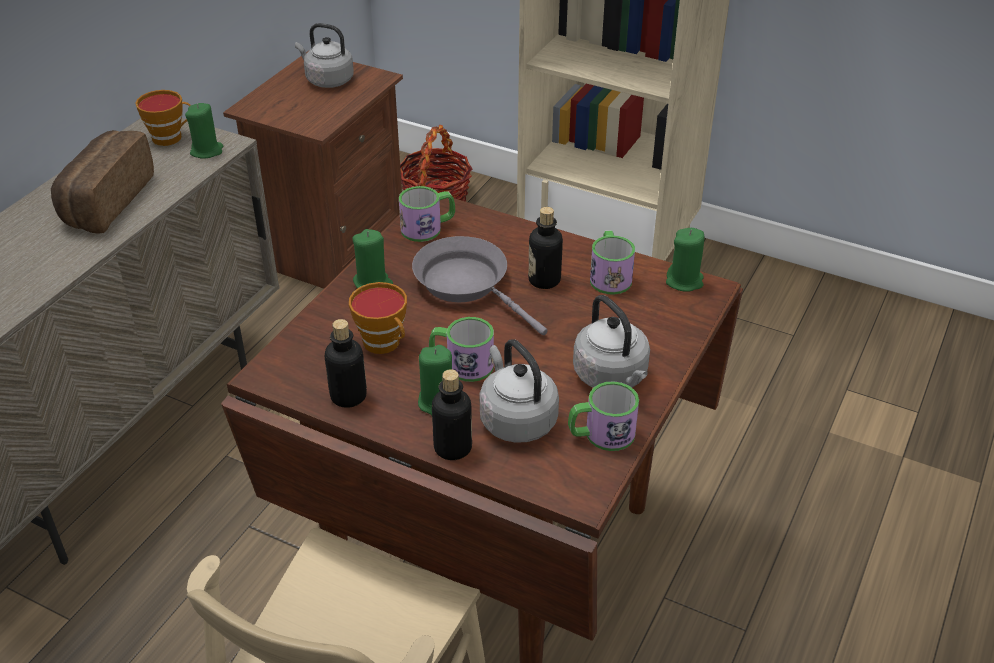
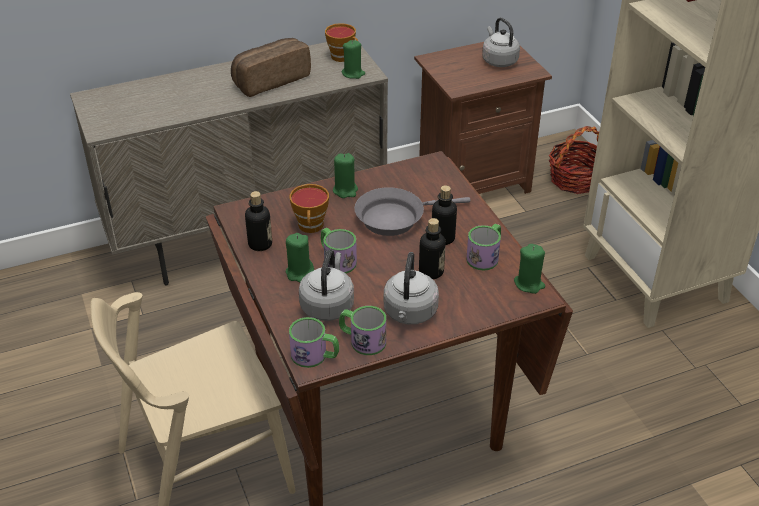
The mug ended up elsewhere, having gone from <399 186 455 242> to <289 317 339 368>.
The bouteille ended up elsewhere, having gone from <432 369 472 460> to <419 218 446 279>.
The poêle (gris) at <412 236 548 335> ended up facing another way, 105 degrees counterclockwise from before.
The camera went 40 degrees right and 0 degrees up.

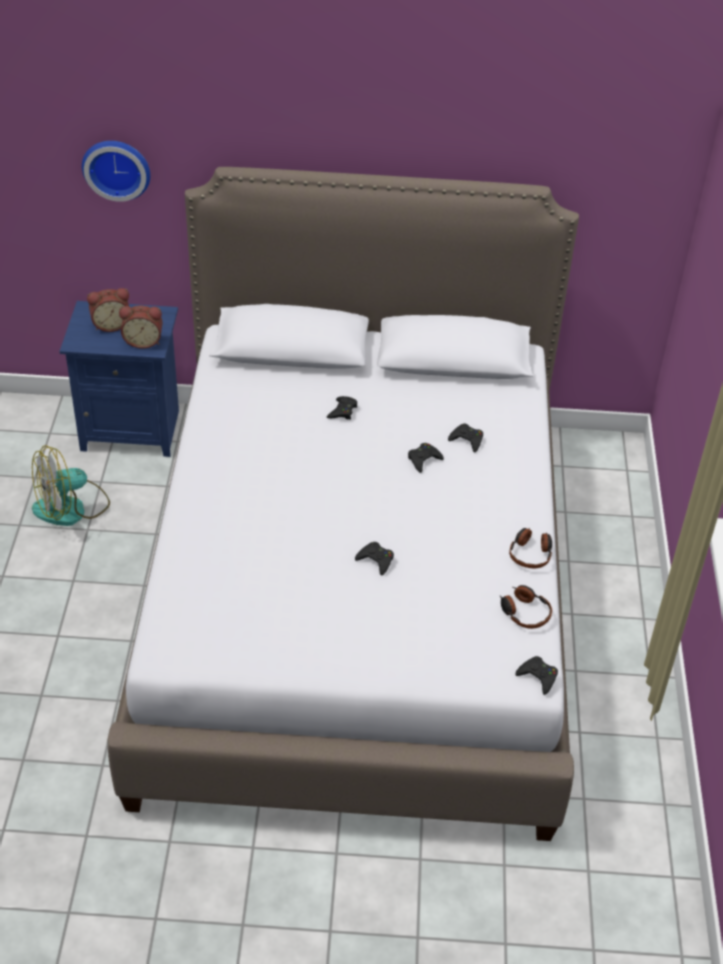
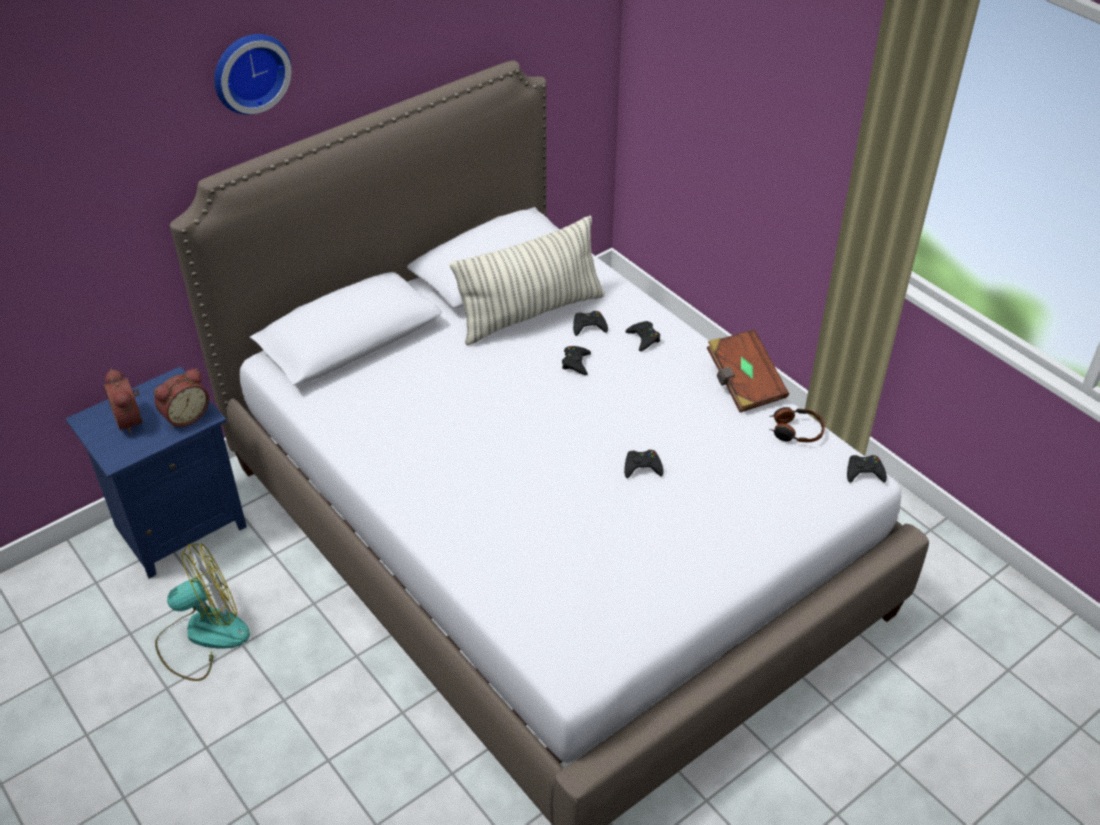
The second view gained the coussin at <450 215 605 345>.
The horloge murale ended up elsewhere, having gone from <82 141 150 202> to <214 34 291 115>.
The manette (noir) ended up elsewhere, having gone from <327 396 357 420> to <625 321 660 351>.
Where the casque audio stood at <509 528 552 568>, the livre (marron) came to stand at <707 329 789 412>.
The ventilateur at <32 445 110 526> ended up facing another way, 135 degrees counterclockwise from before.
The réveil at <87 288 129 332> ended up facing another way, 120 degrees clockwise from before.
The camera went 40 degrees left and 0 degrees up.

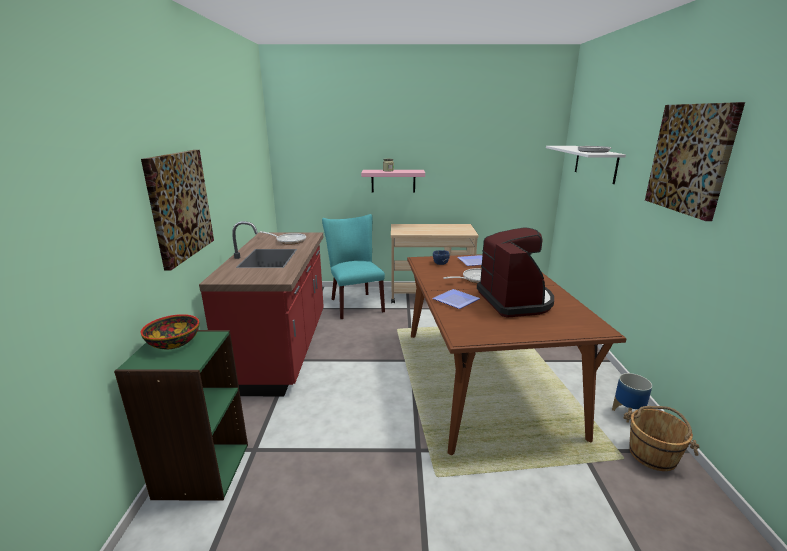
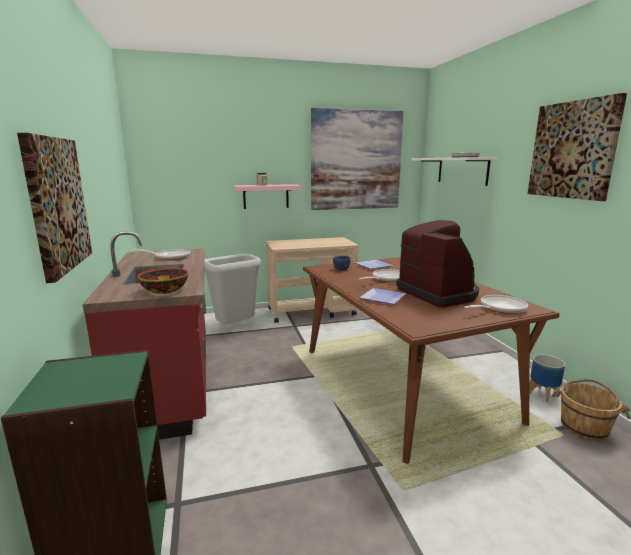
The second view gained the tableau at <311 108 403 210>.
The second view gained the poêle at <464 295 528 314>.
The bol ended up elsewhere, having gone from <140 314 199 349> to <138 268 188 294>.
Where the chaise (turquoise) stood at <322 214 385 319>, the poubelle (gris) came to stand at <204 254 261 324>.
The camera went 15 degrees left and 5 degrees down.

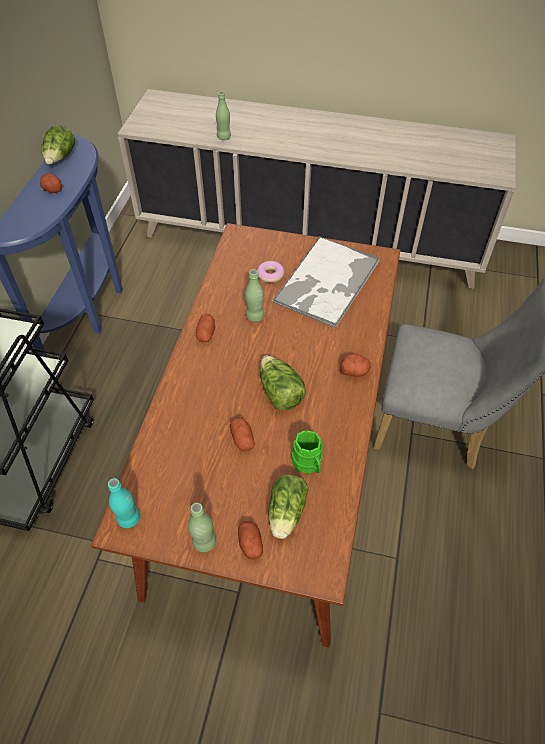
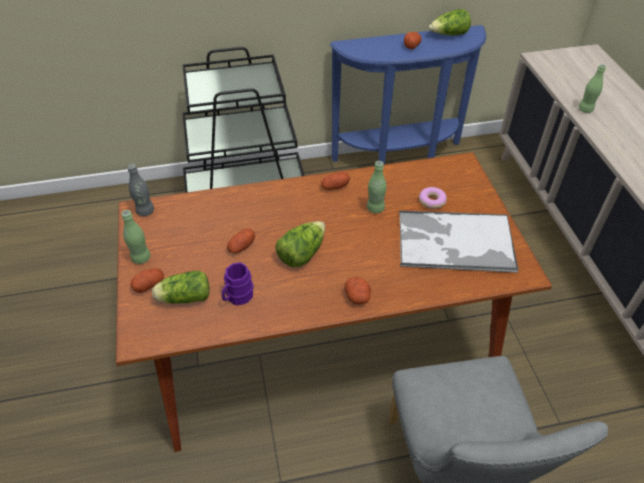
What was the bouteille (turquoise) at <108 478 140 528> turned into the bouteille (gris) at <127 164 154 216>.
What was the mug (vert) at <292 430 323 474> turned into the mug (violet) at <222 262 254 305>.
The camera went 65 degrees right and 5 degrees down.

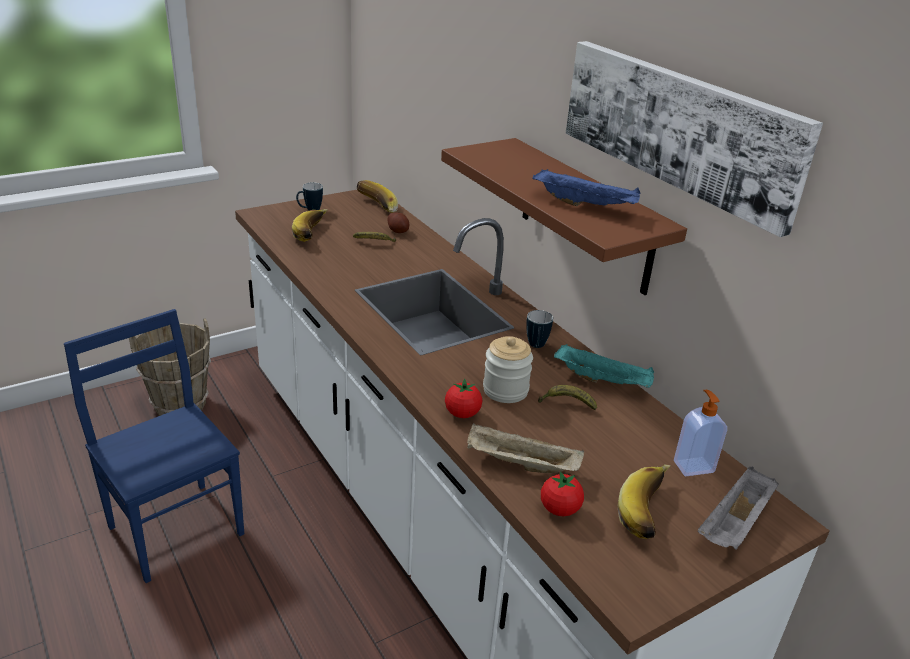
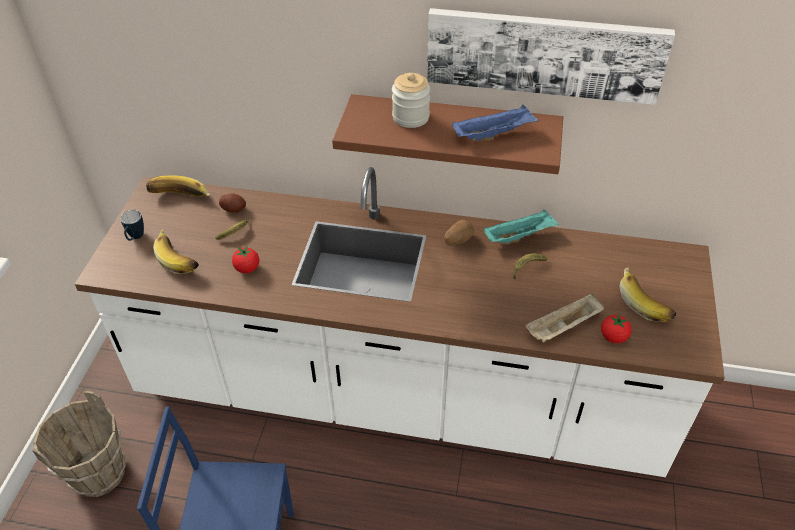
The second view lost the distributeur de savon at <674 390 727 476>.
The second view lost the plateau (gris) at <698 467 779 550>.
The tomate ended up elsewhere, having gone from <445 379 482 418> to <232 246 259 273>.
The bocal ended up elsewhere, having gone from <483 336 533 403> to <392 73 430 128>.
Where the mug stood at <526 310 553 348>, the pomme de terre came to stand at <444 220 474 246>.
The camera went 45 degrees left and 15 degrees up.

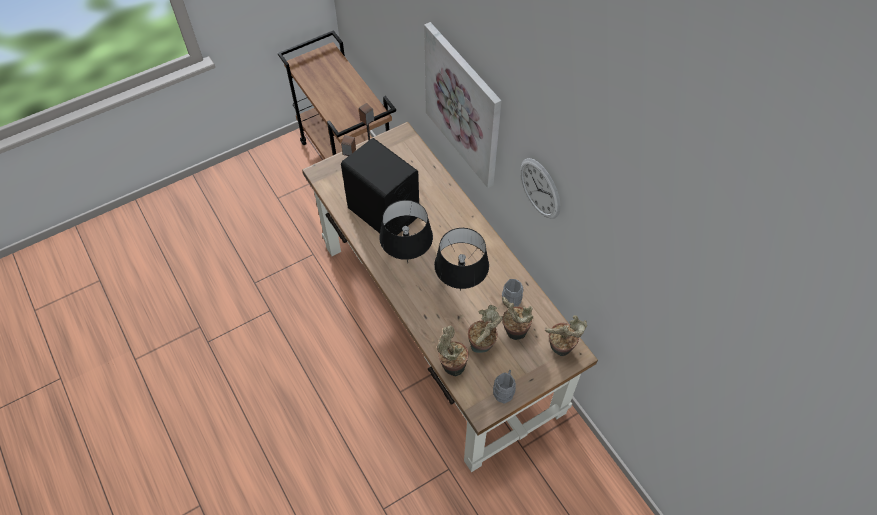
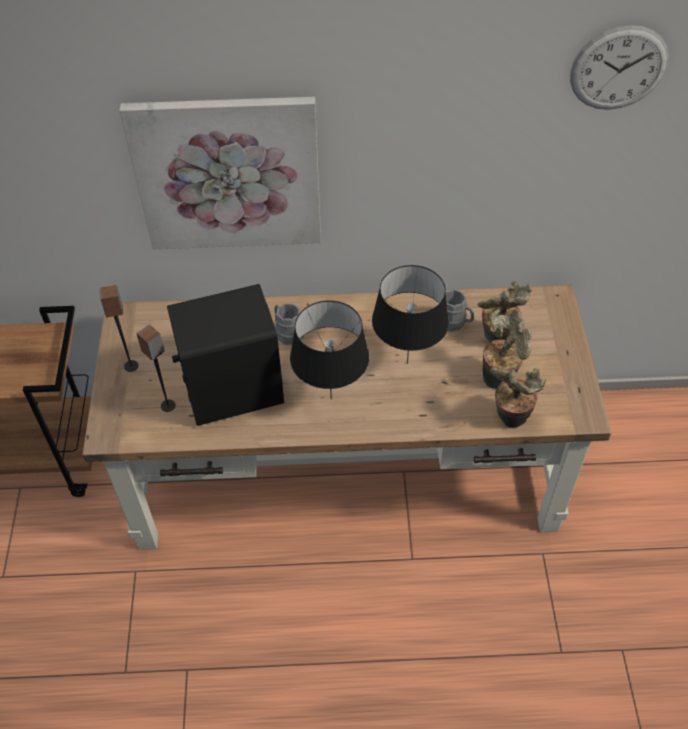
The second view lost the plante en pot at <545 315 587 356>.
The mug (gris) ended up elsewhere, having gone from <493 370 516 403> to <274 303 303 345>.
The horloge murale ended up elsewhere, having gone from <520 158 561 219> to <570 25 669 110>.
The camera went 60 degrees left and 5 degrees down.

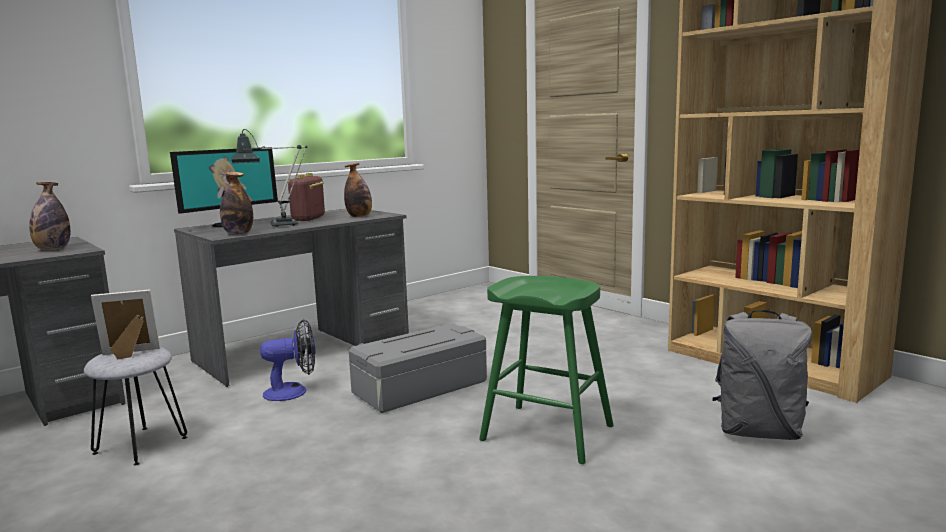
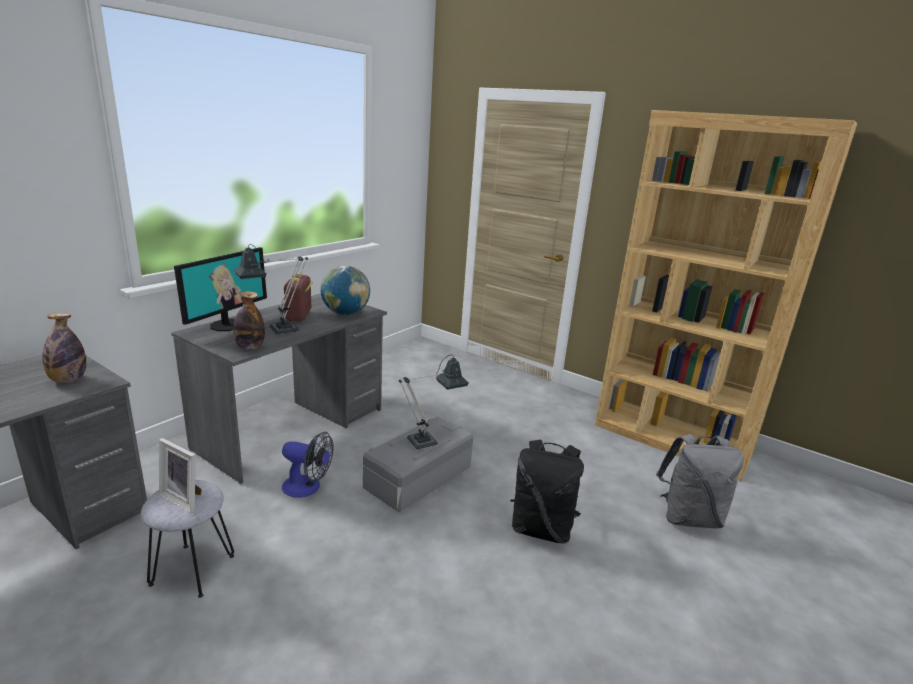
The second view gained the lampe de table at <399 355 469 449>.
Where the bouteille stood at <344 163 372 217>, the globe came to stand at <321 266 370 315>.
Where the tabouret (vert) stood at <479 276 614 464>, the sac à dos (noir) came to stand at <510 439 584 544>.
The cadre photo at <91 289 160 359> ended up facing another way, 120 degrees counterclockwise from before.
The ventilateur at <260 319 315 401> ended up facing another way, 45 degrees clockwise from before.
The camera went 15 degrees left and 10 degrees up.

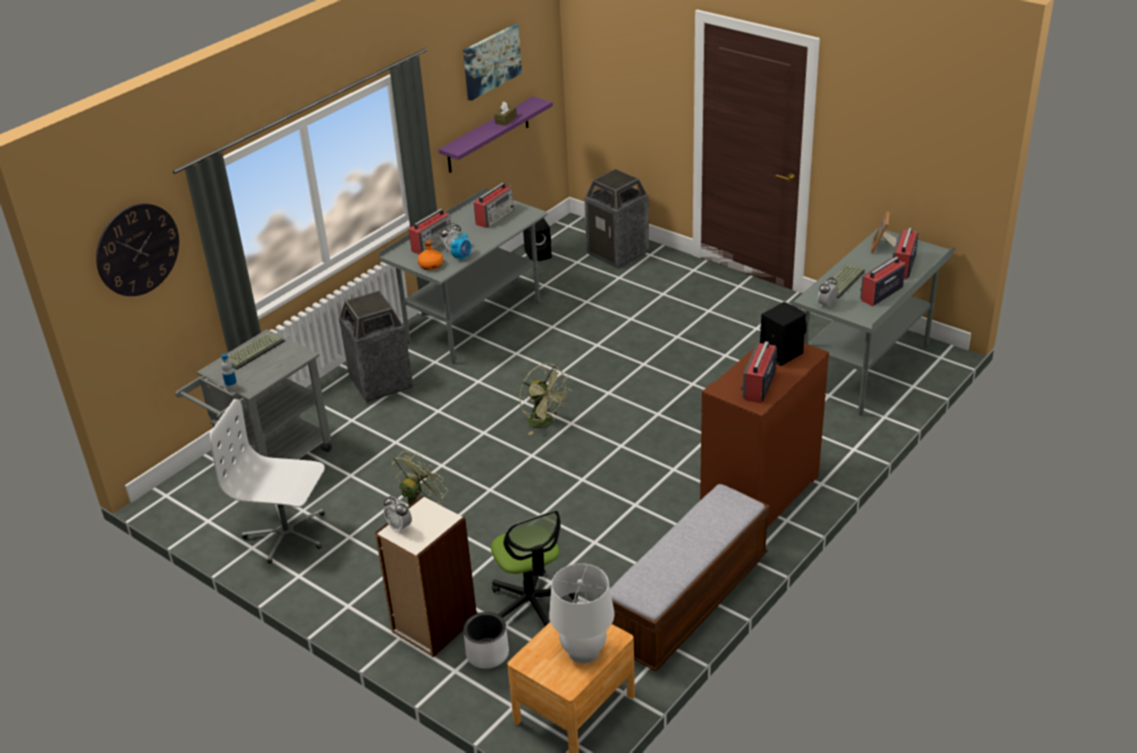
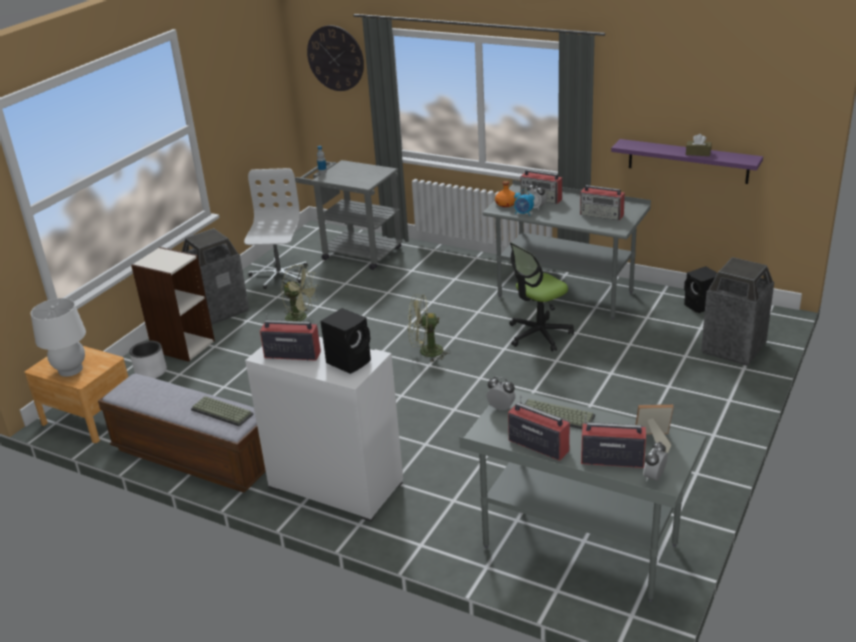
The second view lost the tableau at <463 24 522 101>.
The clavier ended up elsewhere, having gone from <228 332 285 370> to <191 396 253 427>.
The poubelle ended up elsewhere, having gone from <339 291 413 402> to <182 228 249 325>.
The réveil ended up elsewhere, having gone from <384 496 412 533> to <643 442 668 481>.
The chaise de bureau ended up elsewhere, having gone from <491 510 578 626> to <509 242 574 352>.
What was the meuble de rangement (marron) at <700 343 829 528> turned into the meuble de rangement (blanc) at <245 337 403 522>.
The ventilateur (vert) at <520 363 572 435> ended up facing another way, 45 degrees clockwise from before.
The camera went 80 degrees right and 5 degrees down.

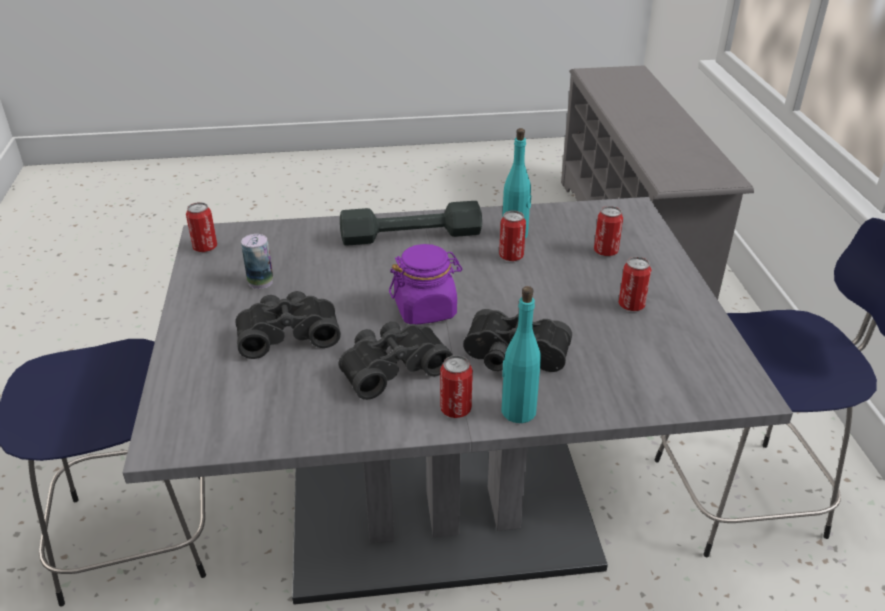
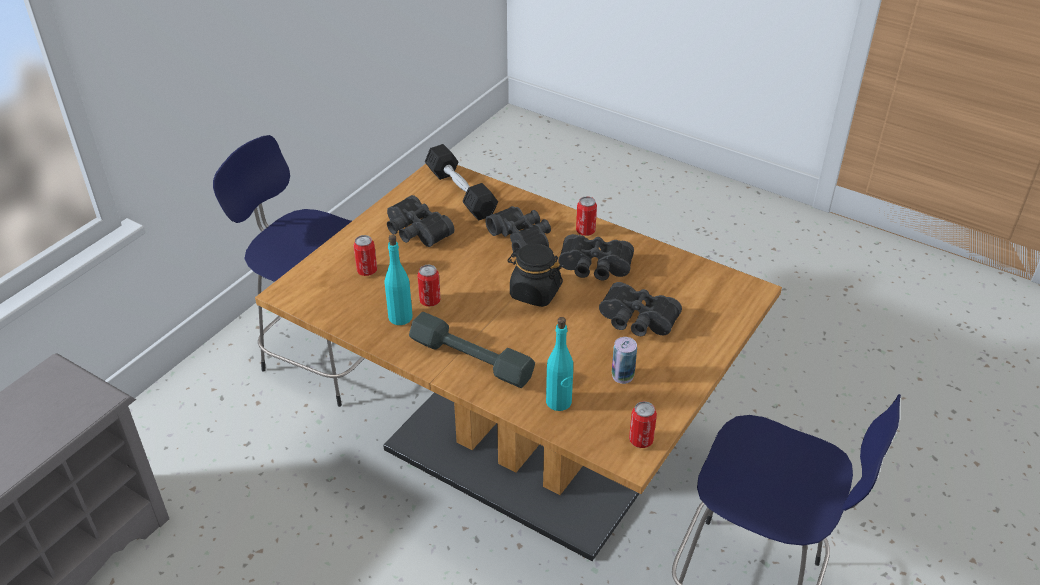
The second view gained the haltère (noir) at <425 144 498 220>.
The bouteille (turquoise) ended up elsewhere, having gone from <501 286 541 423> to <546 317 573 411>.
Where the boîte métallique stood at <618 257 652 311>, the jumelles (noir) came to stand at <387 195 454 247>.
What was the table à manger (gris) at <123 197 793 605> turned into the table à manger (marron) at <255 164 782 561>.
What was the bocal (violet) at <389 244 462 325> turned into the bocal (noir) at <507 243 563 307>.
The camera went 140 degrees left and 5 degrees up.

